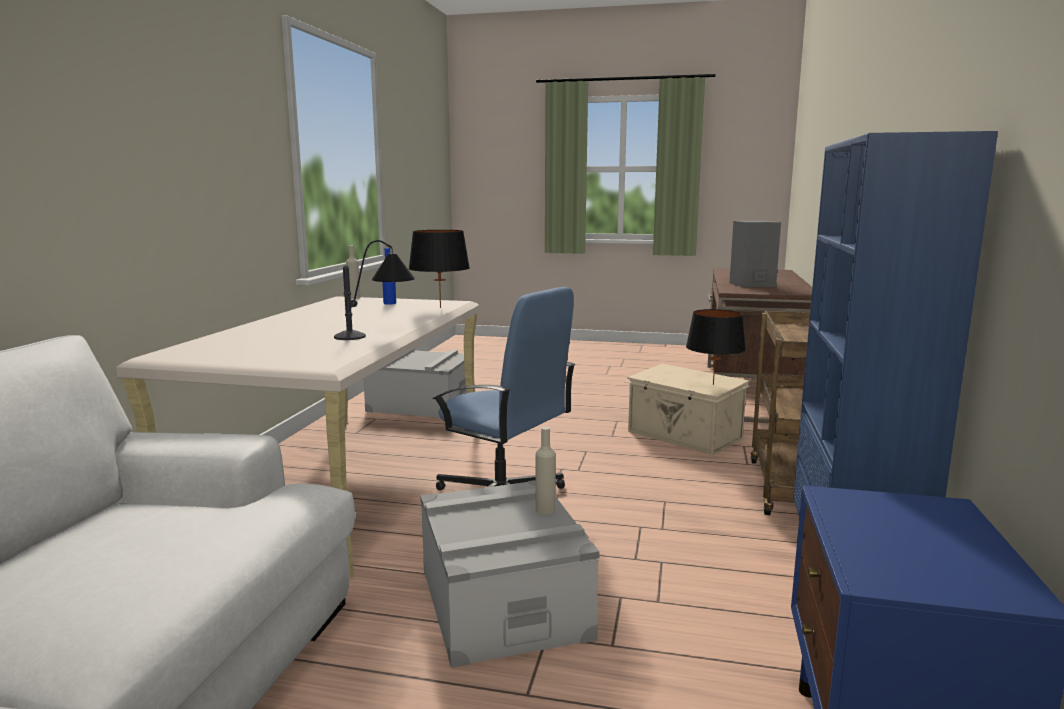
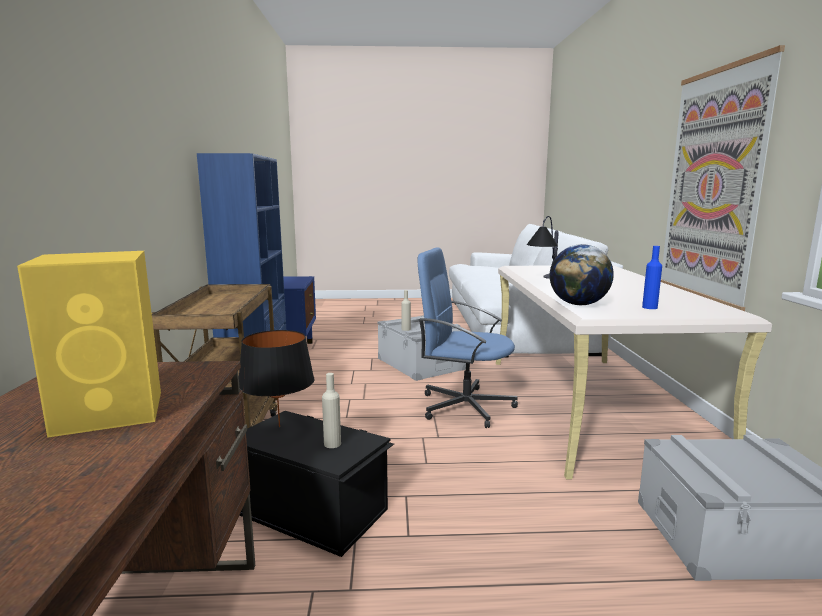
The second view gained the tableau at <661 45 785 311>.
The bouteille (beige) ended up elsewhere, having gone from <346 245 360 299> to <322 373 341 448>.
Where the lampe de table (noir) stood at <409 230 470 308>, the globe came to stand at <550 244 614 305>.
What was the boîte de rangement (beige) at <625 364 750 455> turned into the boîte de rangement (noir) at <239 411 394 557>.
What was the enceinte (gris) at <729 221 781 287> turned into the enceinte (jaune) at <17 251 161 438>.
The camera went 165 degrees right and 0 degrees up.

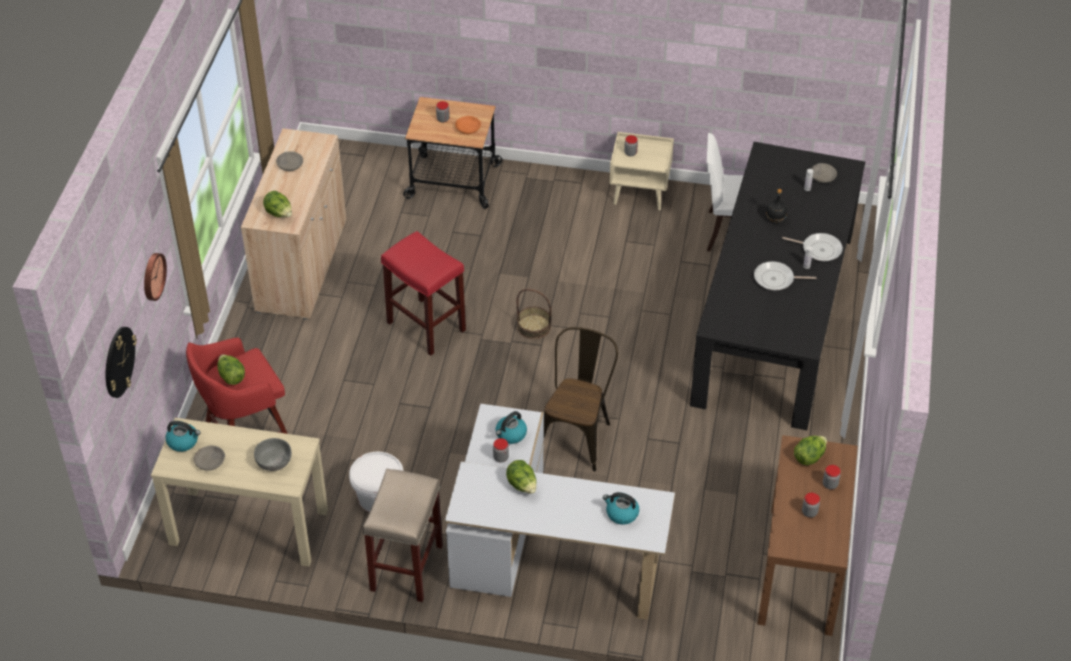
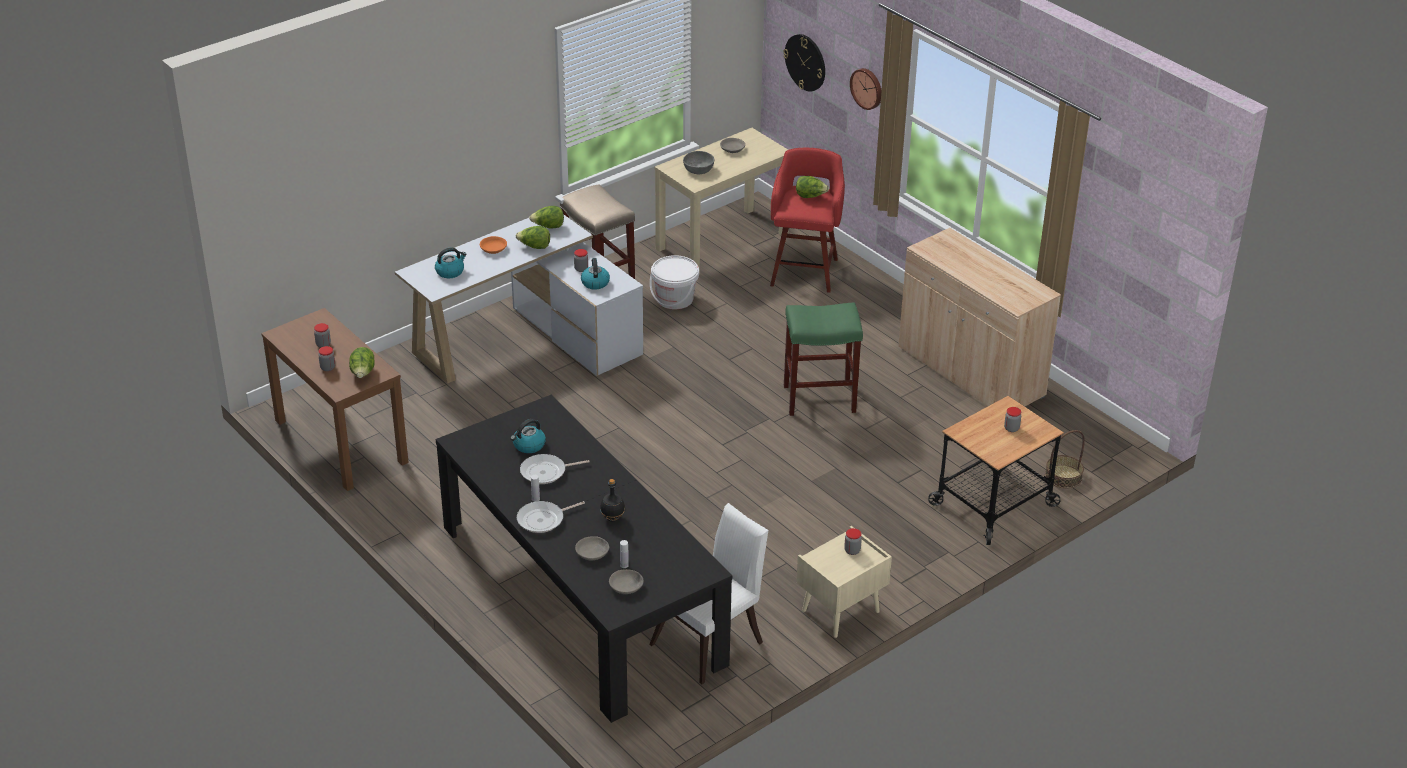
The second view lost the chaise (marron) at <544 327 618 471>.
The bouilloire ended up elsewhere, having gone from <165 421 201 452> to <510 419 546 453>.
The laitue ended up elsewhere, having gone from <263 191 292 217> to <529 206 564 229>.
The bol (gris) ended up elsewhere, having gone from <276 151 303 171> to <575 536 609 560>.
The bol (orange) ended up elsewhere, having gone from <455 116 481 134> to <480 236 507 254>.
The panier ended up elsewhere, having gone from <516 289 551 339> to <1045 430 1085 489>.
What was the tabouret (rouge) at <381 231 466 356> turned into the tabouret (vert) at <784 302 863 416>.
The poêle at <754 261 816 290> ended up facing another way, 150 degrees counterclockwise from before.
The camera went 130 degrees right and 10 degrees down.

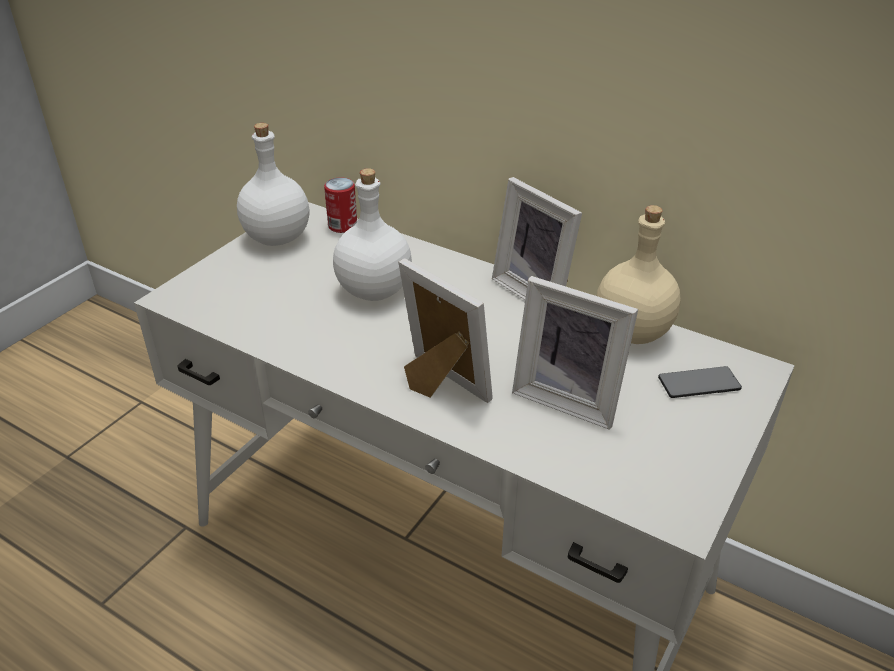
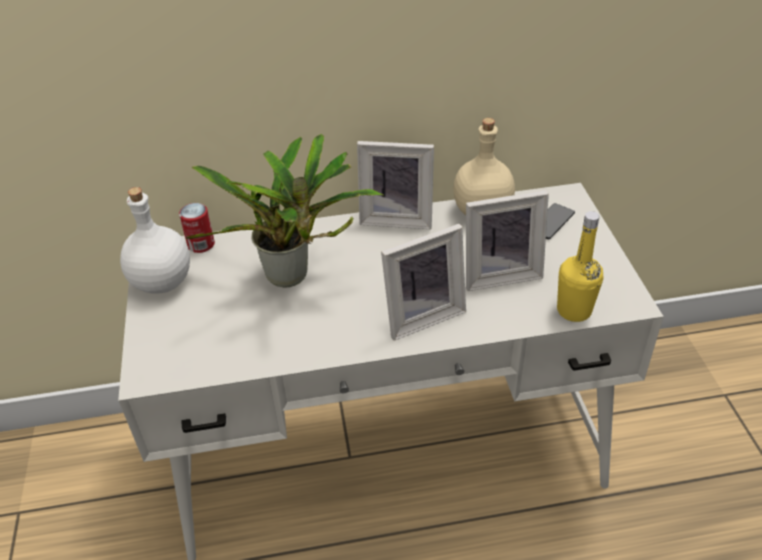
The second view gained the bouteille (jaune) at <557 211 604 322>.
Where the bouteille (blanc) stood at <333 168 412 301>, the plante en pot came to stand at <186 134 385 288>.
The cadre photo at <398 258 493 403> ended up facing another way, 150 degrees clockwise from before.
The camera went 40 degrees left and 5 degrees up.

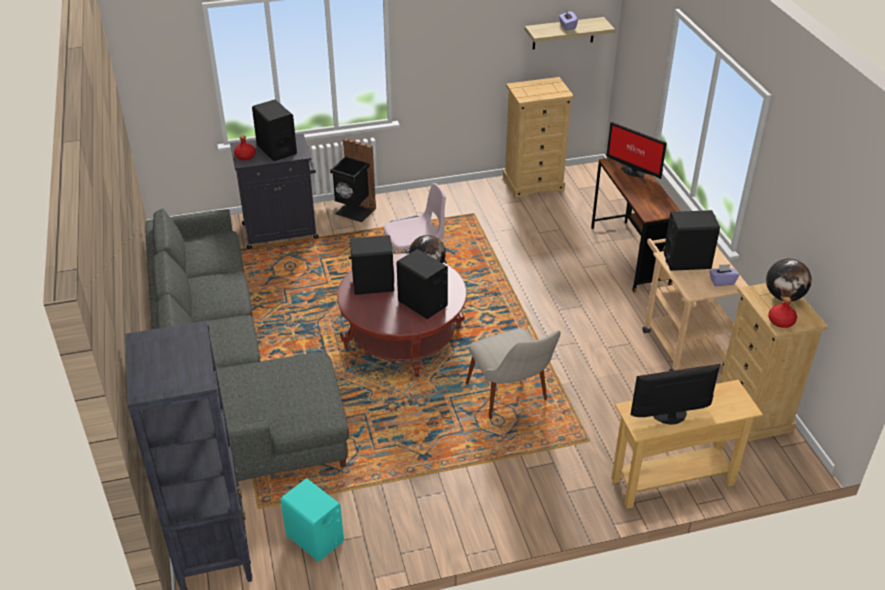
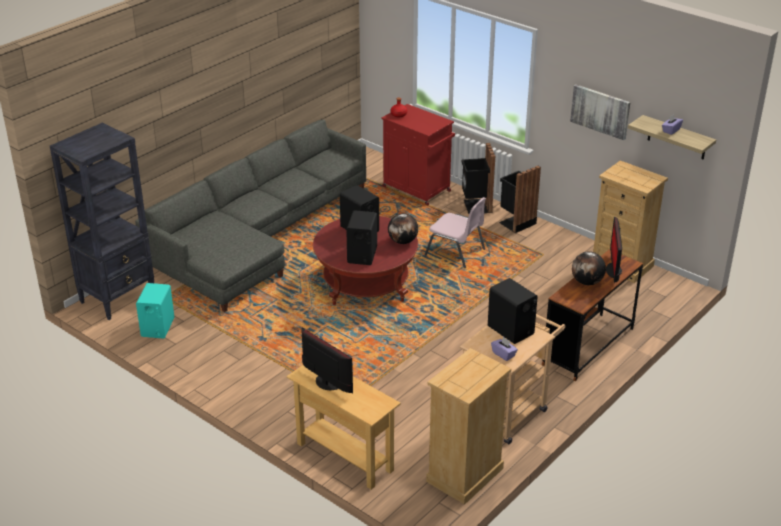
The second view lost the enceinte (noir) at <252 100 297 161>.
The second view lost the chaise (beige) at <466 328 561 419>.
The second view lost the bouteille (rouge) at <768 297 797 328>.
The second view gained the poubelle (noir) at <499 166 541 233>.
The second view gained the tableau at <570 85 631 140>.
The globe ended up elsewhere, having gone from <766 259 812 301> to <572 251 606 285>.
What was the meuble de rangement (noir) at <230 134 319 249> turned into the meuble de rangement (rouge) at <381 104 455 206>.
The camera went 55 degrees right and 5 degrees down.

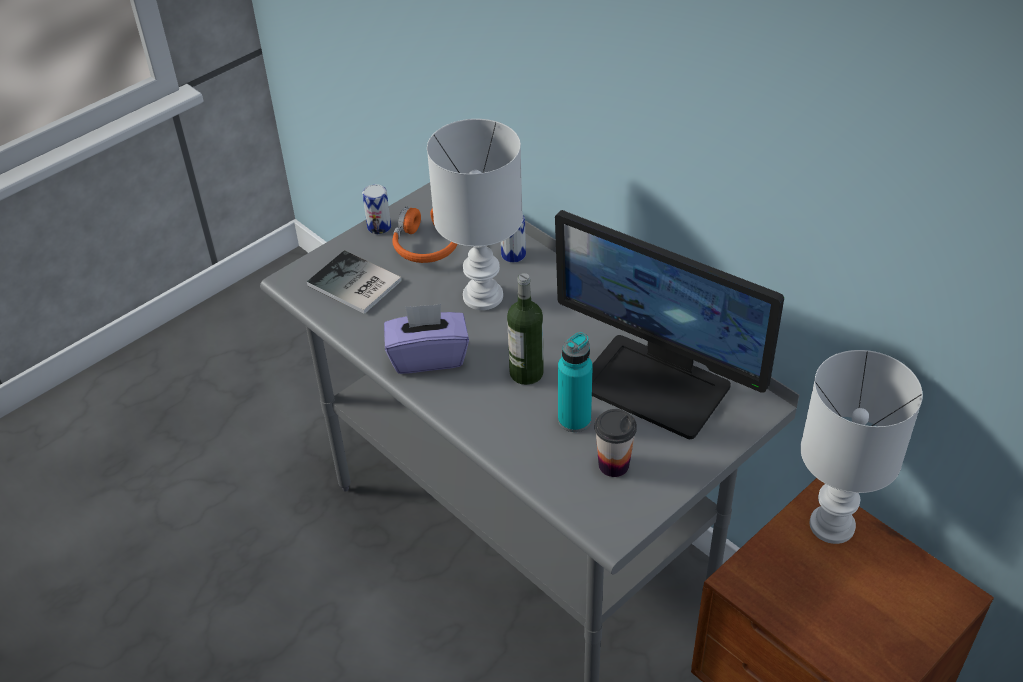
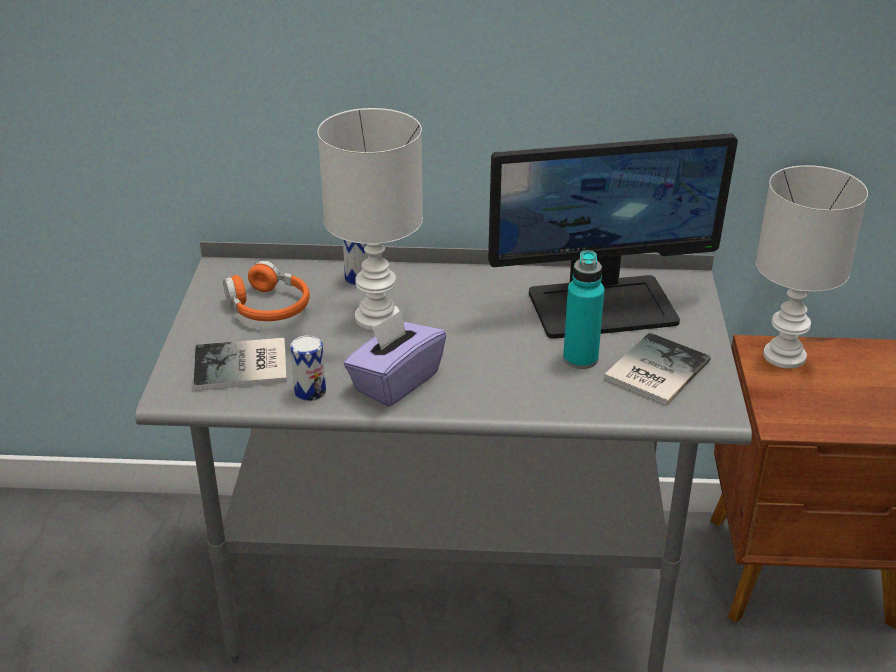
The second view lost the bouteille at <507 273 544 385>.
The boîte métallique ended up elsewhere, having gone from <362 184 391 235> to <290 335 326 401>.
Where the tasse stood at <594 409 637 477>, the livre came to stand at <604 332 711 405>.
The camera went 45 degrees left and 10 degrees down.

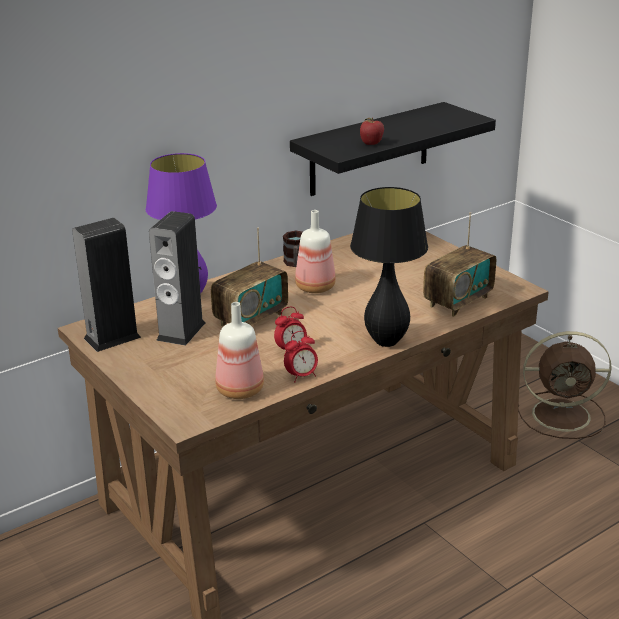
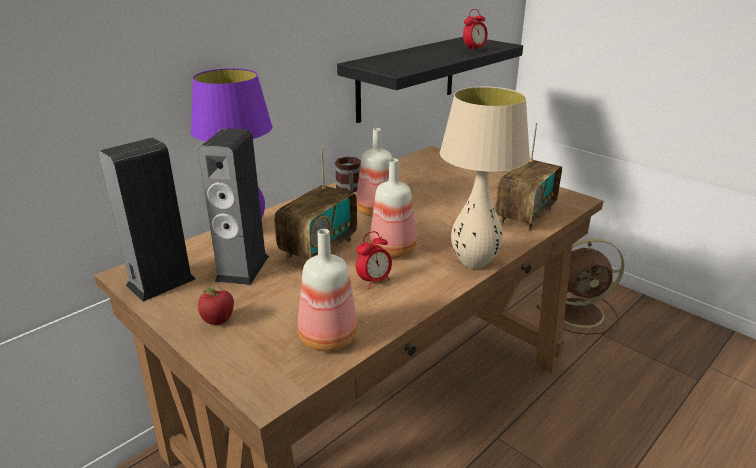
The second view gained the bouteille at <370 159 417 258>.
The réveil ended up elsewhere, having gone from <284 331 318 382> to <463 9 488 51>.
The pomme ended up elsewhere, having gone from <360 117 384 145> to <198 288 234 325>.
What was the lampe de table (noir) at <350 187 428 347> turned into the lampe de table (beige) at <440 87 530 269>.
The camera went 10 degrees left and 0 degrees up.

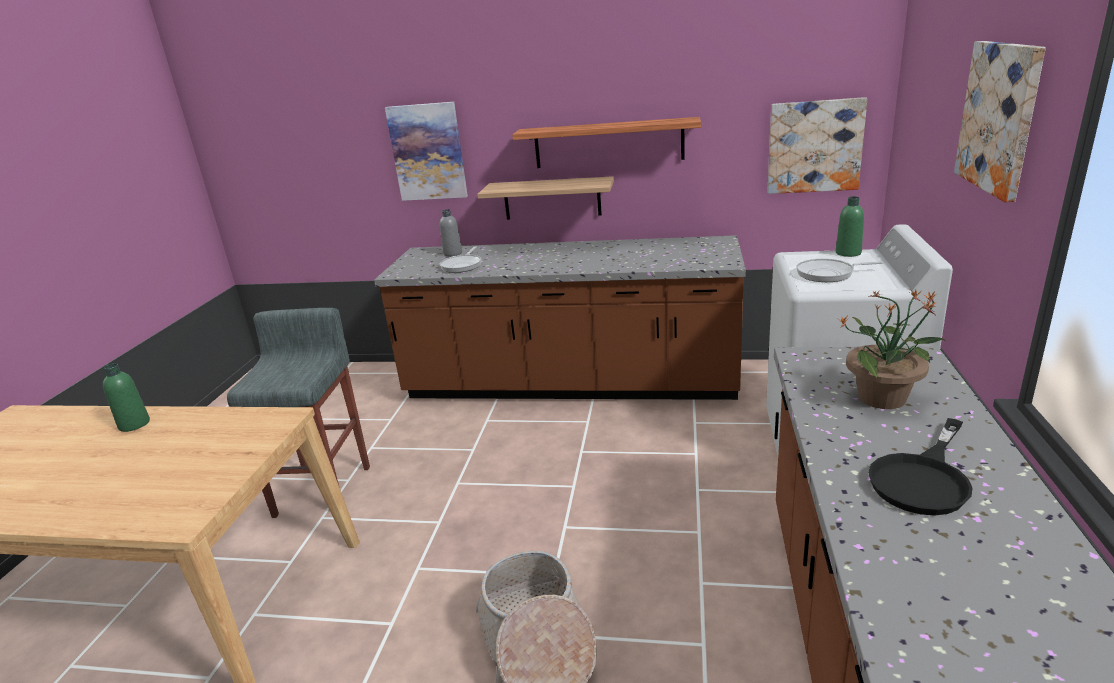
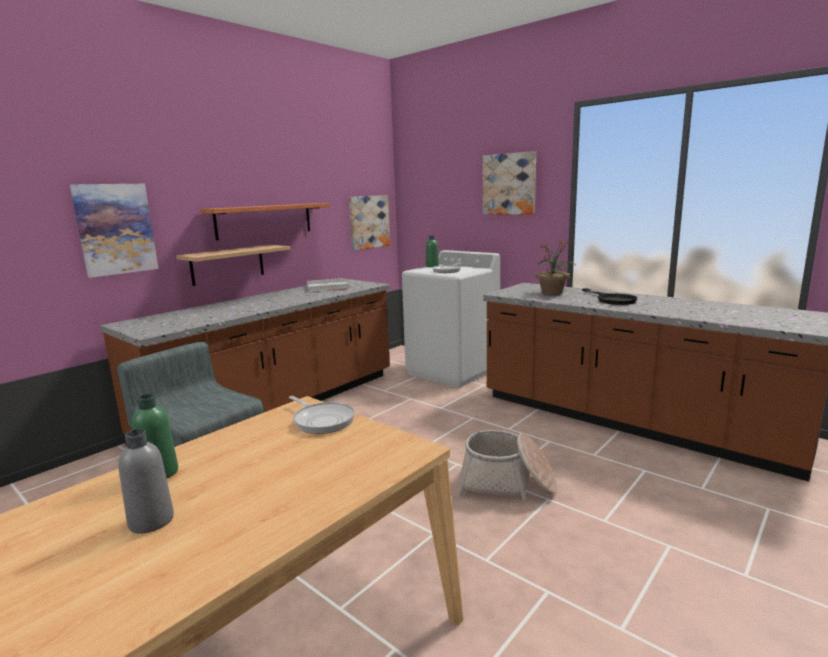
The second view gained the plateau (blanc) at <307 278 350 292>.
The bouteille (gris) ended up elsewhere, having gone from <440 209 462 256> to <118 429 174 534>.
The poêle ended up elsewhere, having gone from <440 246 481 273> to <289 396 355 434>.
The camera went 60 degrees left and 10 degrees down.

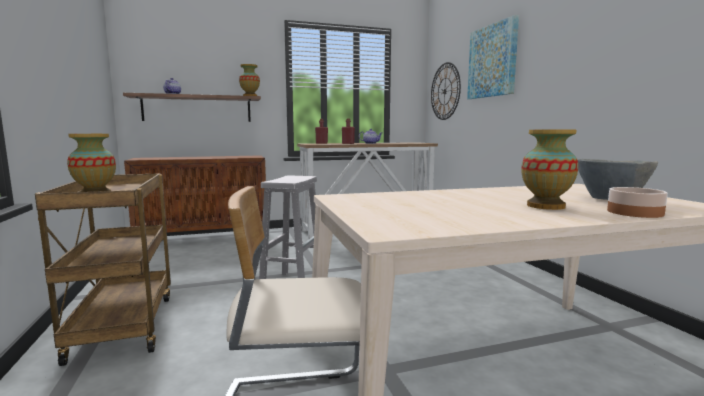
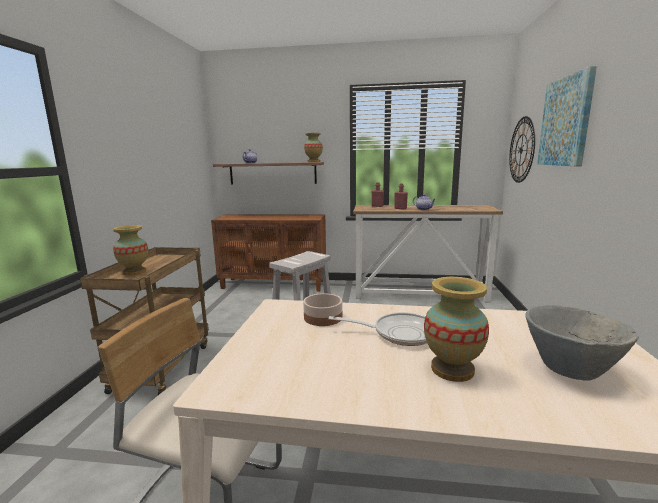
The second view gained the poêle at <329 312 427 346>.
The bol ended up elsewhere, having gone from <607 187 668 218> to <303 293 342 326>.
The camera went 25 degrees right and 5 degrees up.

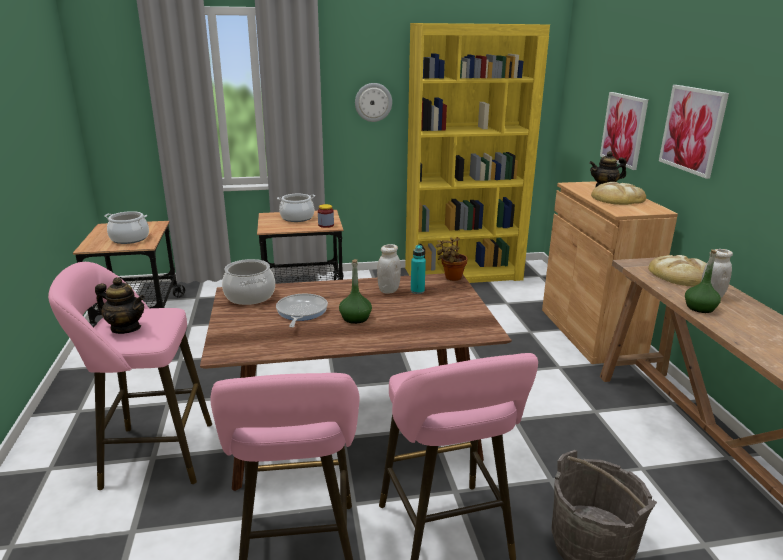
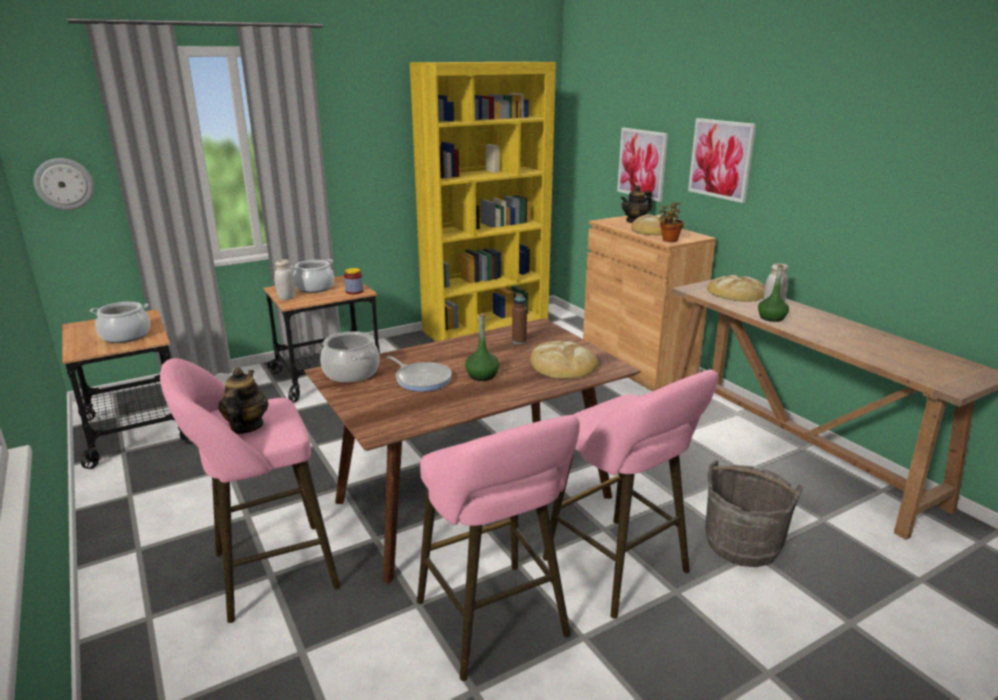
The second view gained the pain at <530 341 598 379>.
The horloge murale ended up elsewhere, having gone from <355 83 392 122> to <34 158 94 210>.
The bocal (blanc) ended up elsewhere, having gone from <377 244 401 294> to <274 259 295 300>.
The plante en pot ended up elsewhere, having gone from <436 237 468 281> to <658 202 684 242>.
What was the bouteille (turquoise) at <411 245 426 294> turned into the bouteille (marron) at <512 293 527 344>.
The théière at <95 277 145 334> ended up facing another way, 90 degrees counterclockwise from before.
The poêle at <276 294 328 328> ended up facing another way, 150 degrees clockwise from before.
The camera went 20 degrees left and 0 degrees up.

